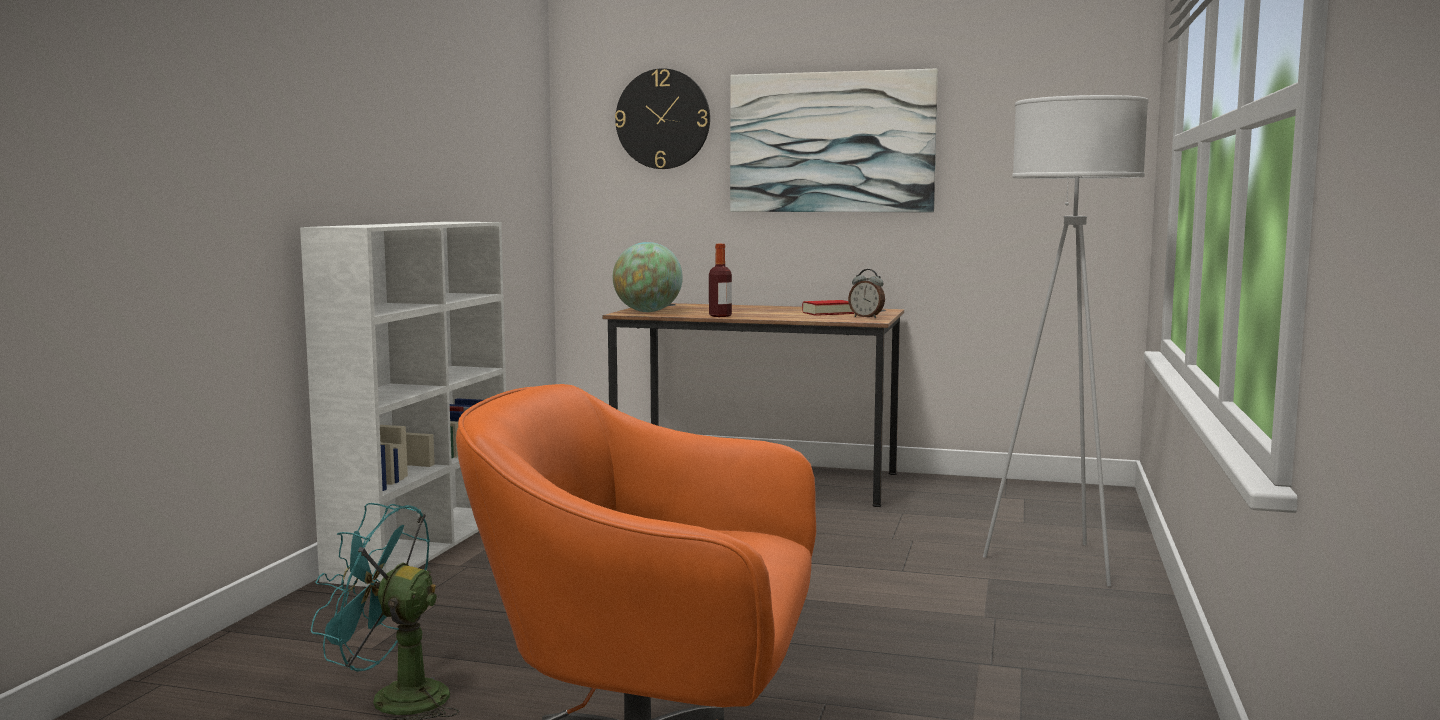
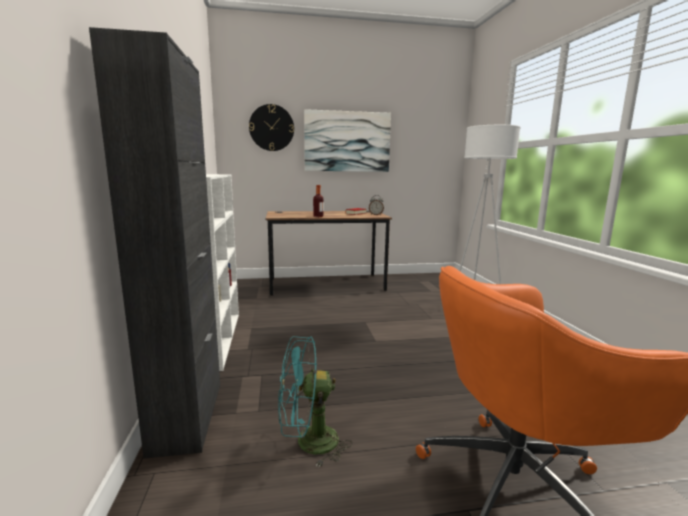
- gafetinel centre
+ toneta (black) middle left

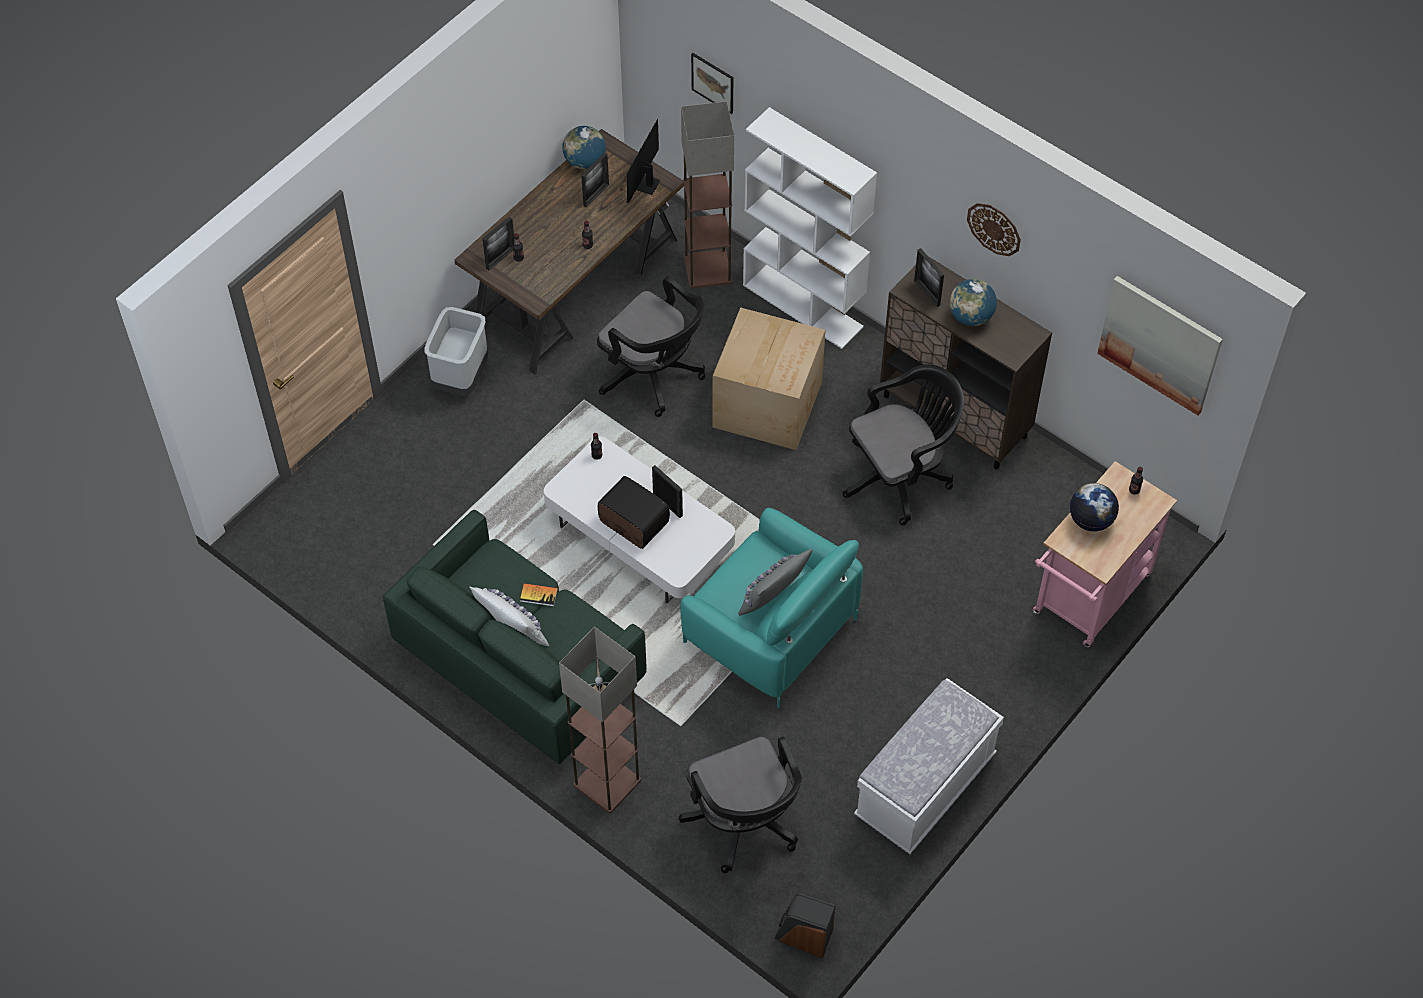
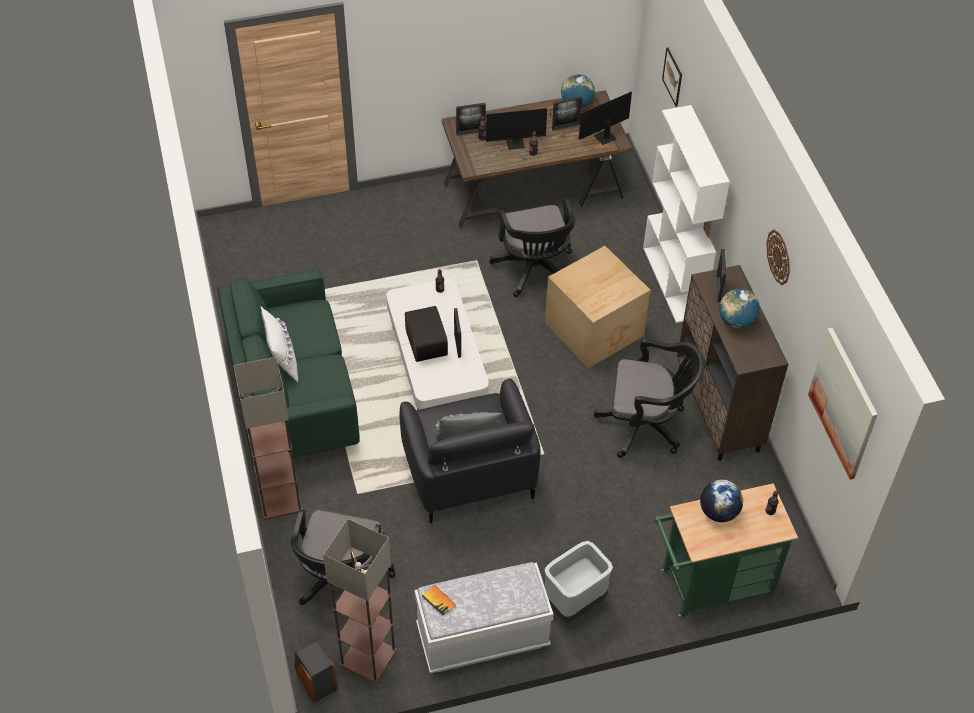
~ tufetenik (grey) middle left to bottom centre
~ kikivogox centre to bottom centre
~ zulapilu (no. 2 from left) top centre to bottom centre
~ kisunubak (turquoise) centre to kisunubak (black) centre
~ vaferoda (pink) middle right to vaferoda (green) bottom right
+ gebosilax (no. 1 from left) top centre

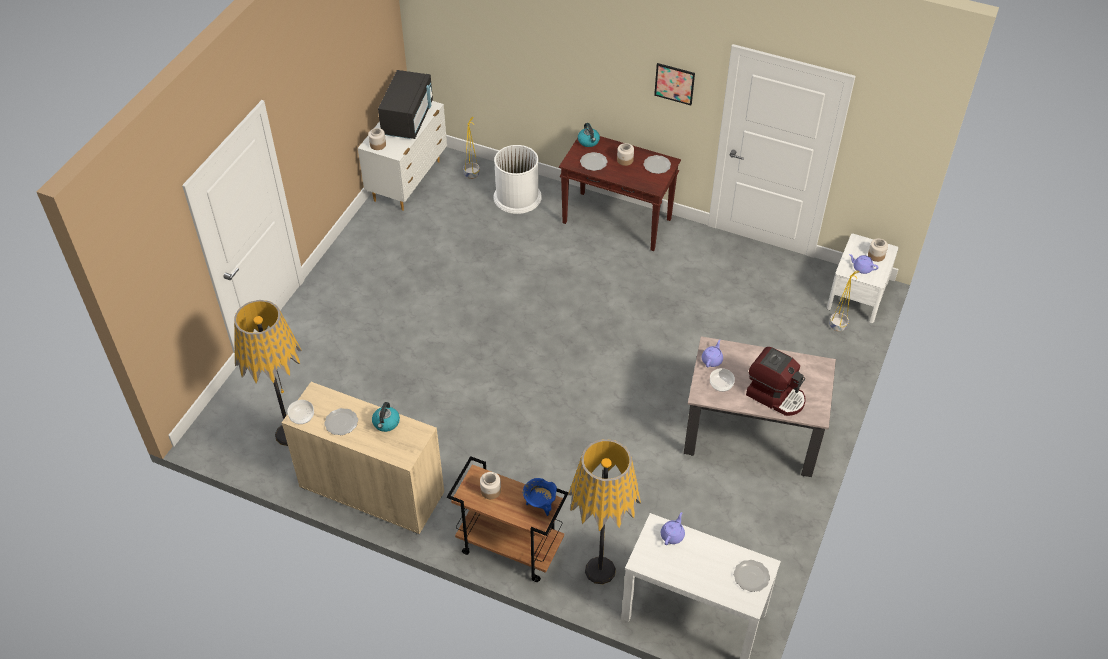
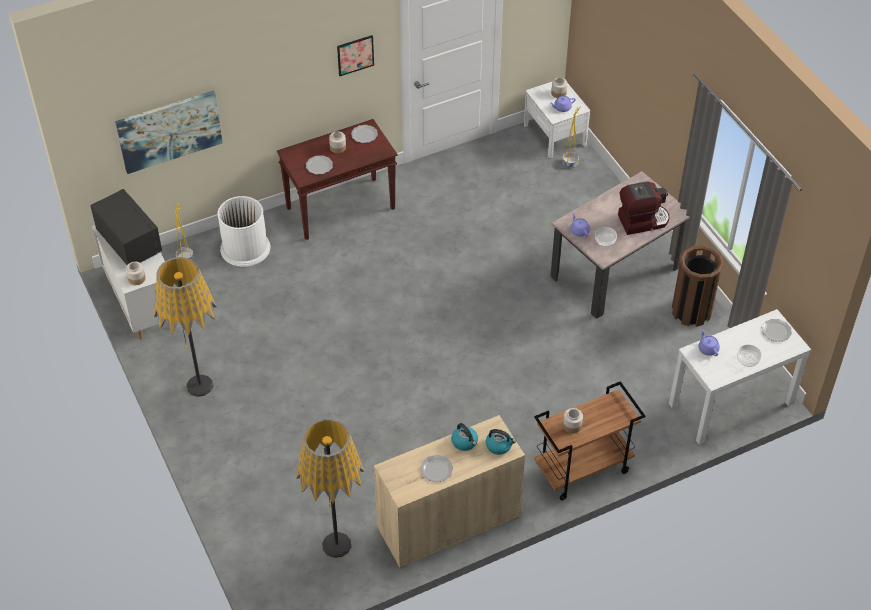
~ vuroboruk (no. 1 from left in the first image) middle left to vuroboruk (no. 2 from left) middle right
- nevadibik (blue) bottom centre
~ zulapilu (no. 2 from left in the first image) bottom centre to zulapilu (no. 1 from left) middle left
~ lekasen (no. 2 from left) top centre to bottom centre
+ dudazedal (no. 1 from left) top left
+ tufetenik (brown) middle right

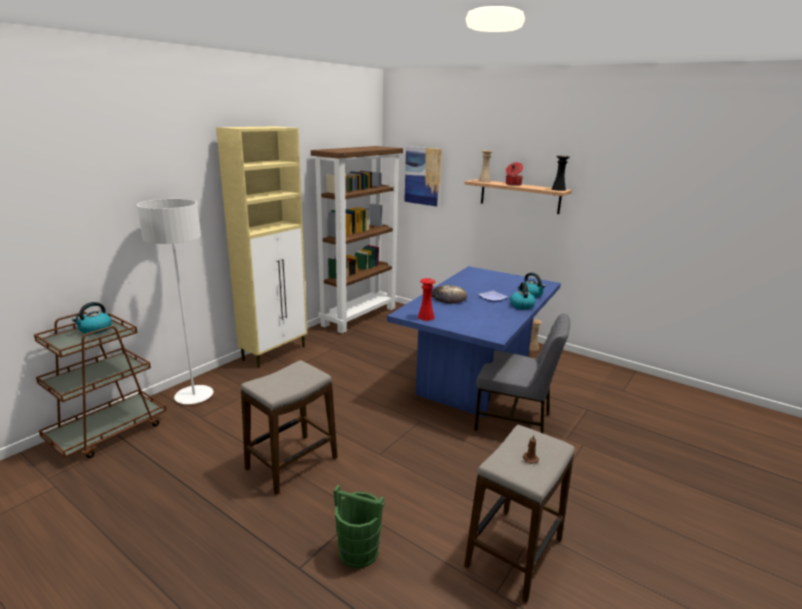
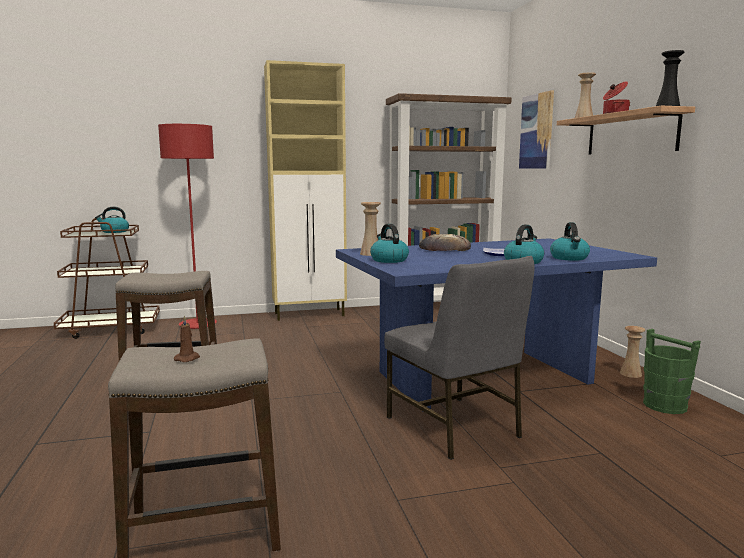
~ zulapilu (white) middle left to zulapilu (red) middle left
~ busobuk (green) bottom centre to middle right
~ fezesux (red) centre to fezesux (beige) (no. 1 from left) centre
+ lekasen (no. 2 from left) centre

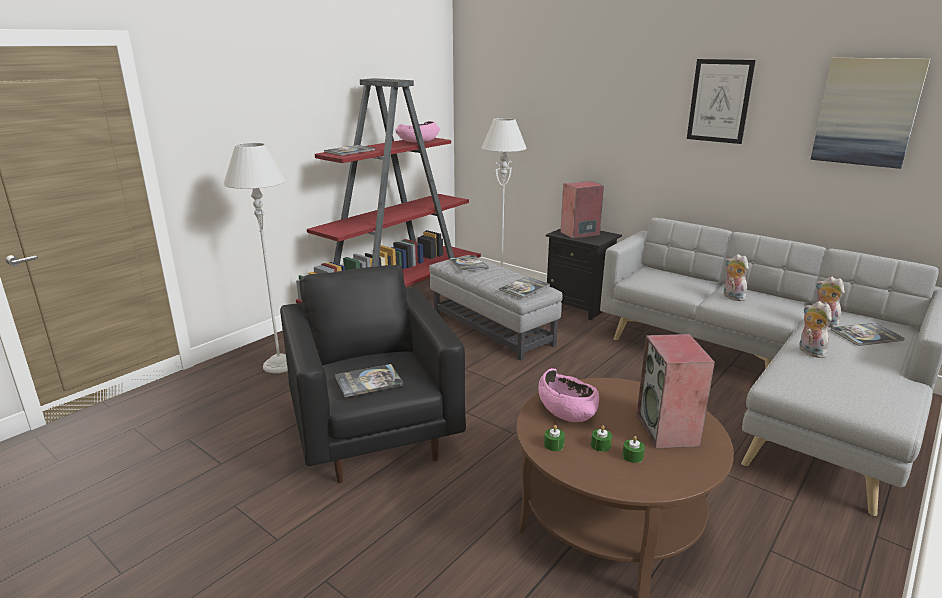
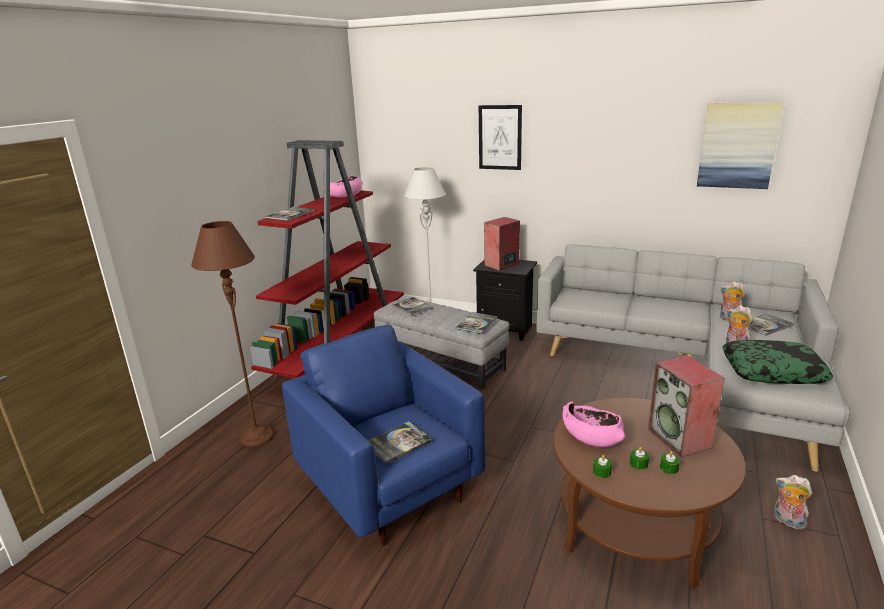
~ zulapilu (grey) (no. 1 from left) middle left to zulapilu (brown) middle left
~ kisunubak (black) centre to kisunubak (blue) bottom centre
~ dudazedal (no. 1 from left) top right to top centre
~ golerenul (no. 1 from left in the first image) middle right to golerenul (no. 3 from left) bottom right
+ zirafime middle right

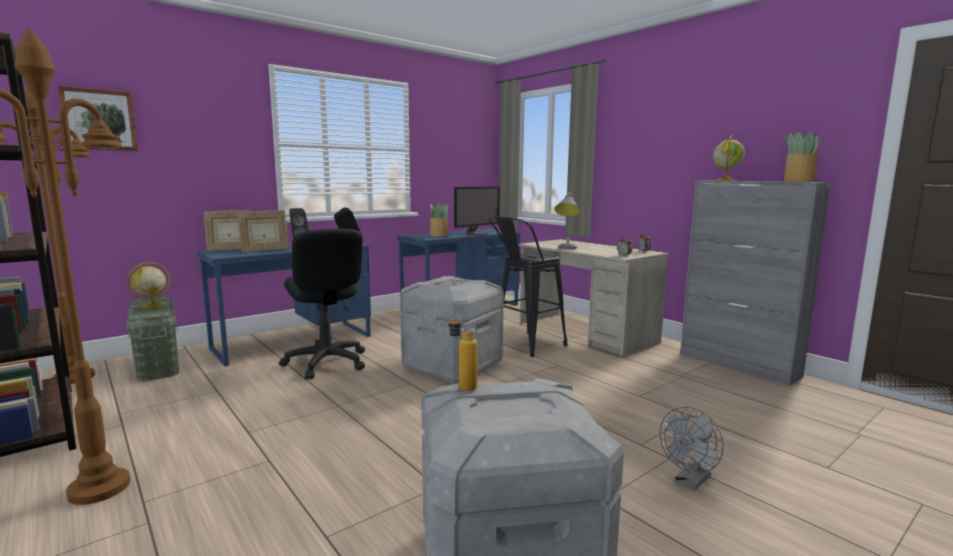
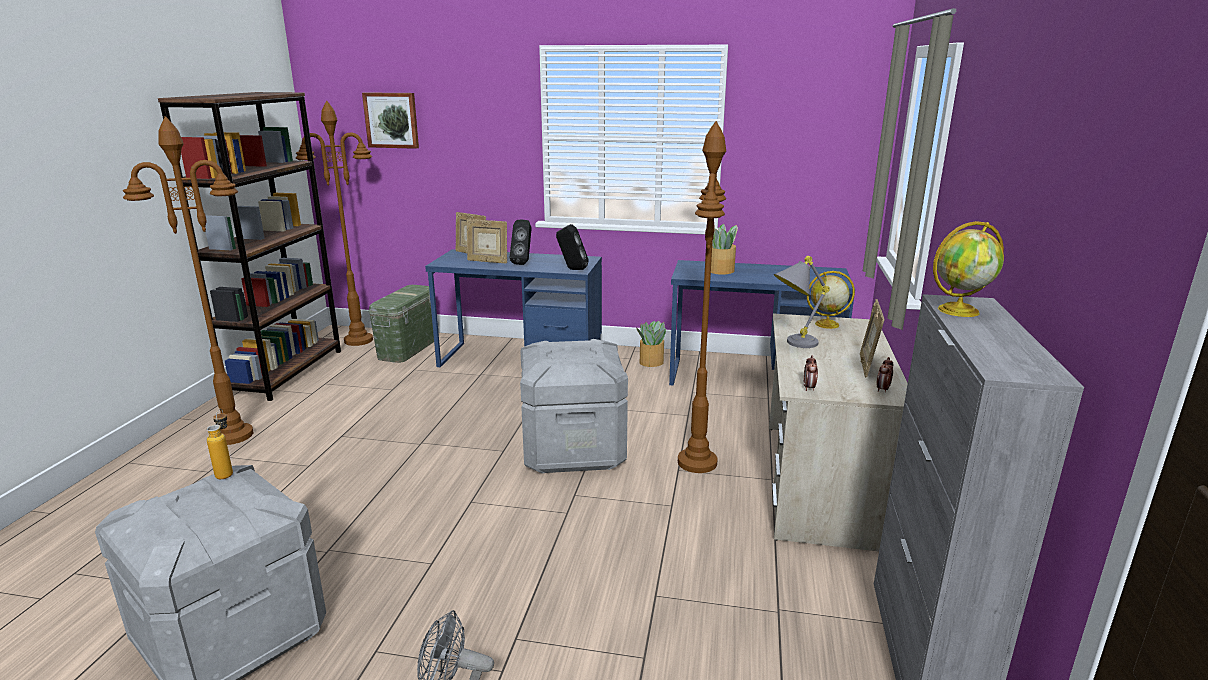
~ gafetinel (no. 1 from left) middle left to middle right
- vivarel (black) centre
- gebosilax centre
~ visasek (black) centre to zulapilu (brown) (no. 3 from left) centre
~ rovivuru (no. 2 from left in the first image) top right to rovivuru (no. 1 from left) centre
+ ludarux (no. 3 from left) middle right

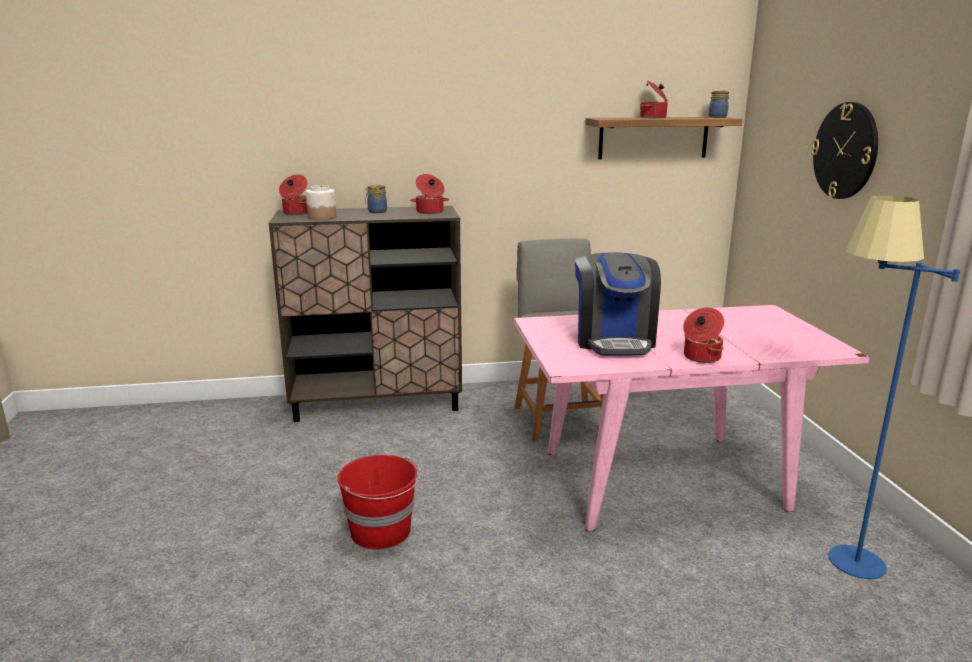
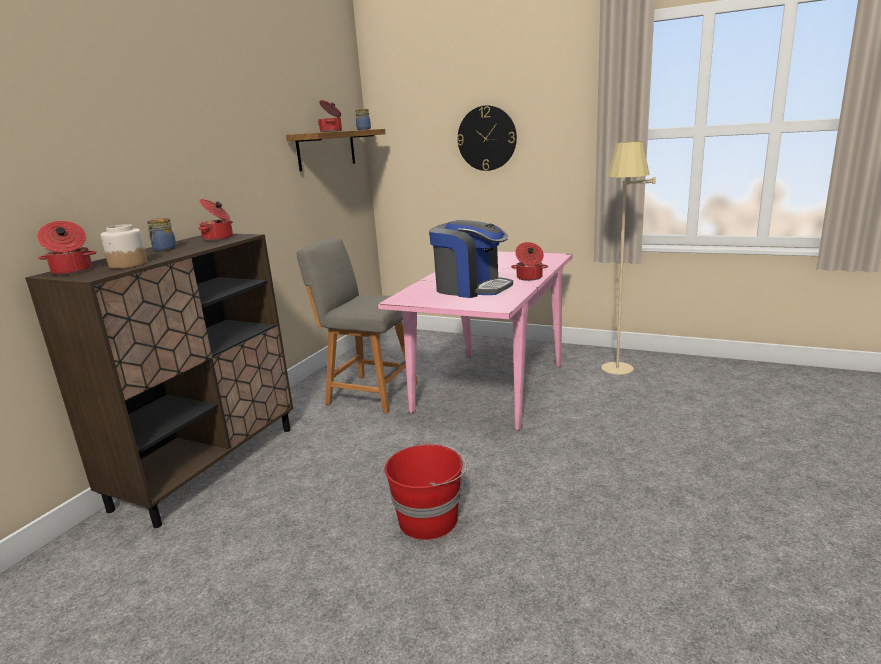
~ zulapilu (blue) middle right to zulapilu (beige) middle right

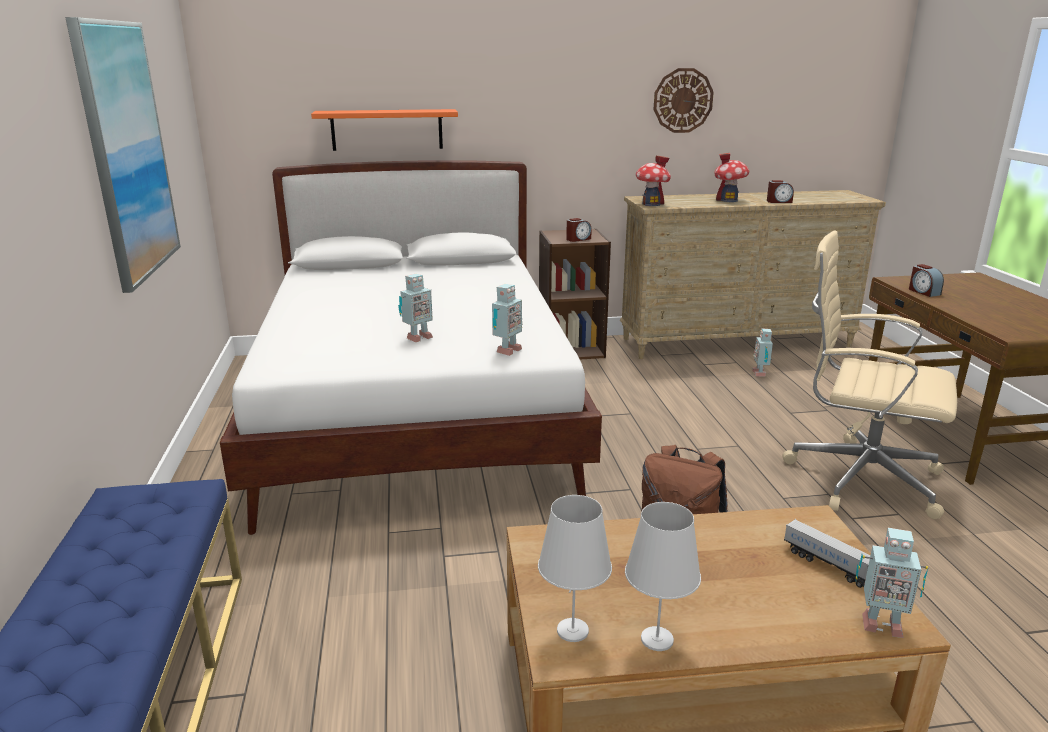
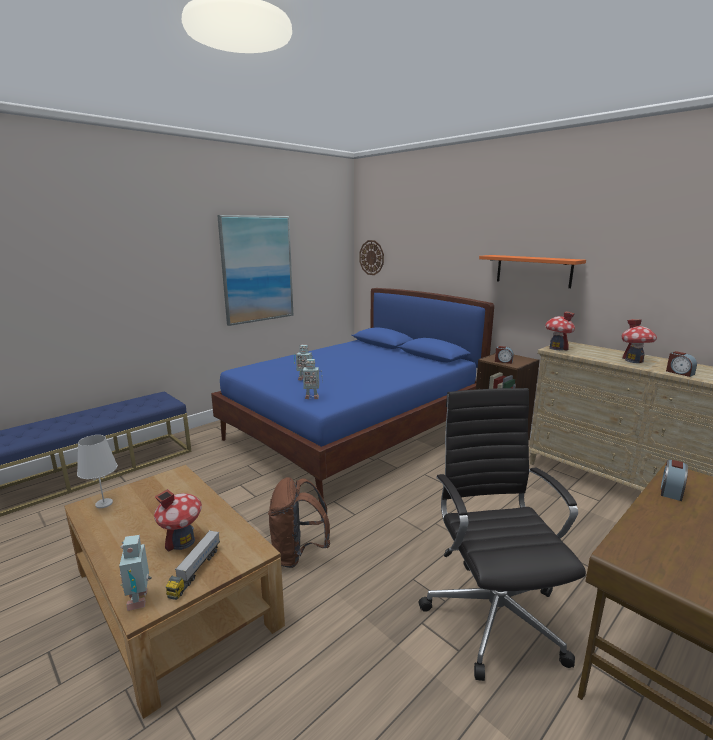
~ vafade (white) centre to vafade (blue) centre
~ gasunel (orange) top centre to middle right
- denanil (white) (no. 2 from left) bottom centre
~ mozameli top centre to centre
- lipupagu (no. 3 from left) middle right
~ vivarel (beige) middle right to vivarel (black) bottom right
+ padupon (no. 1 from left) bottom left

